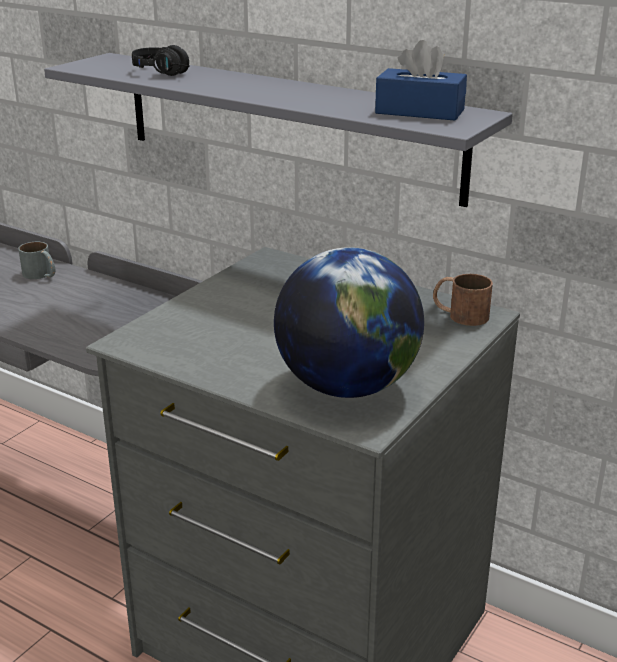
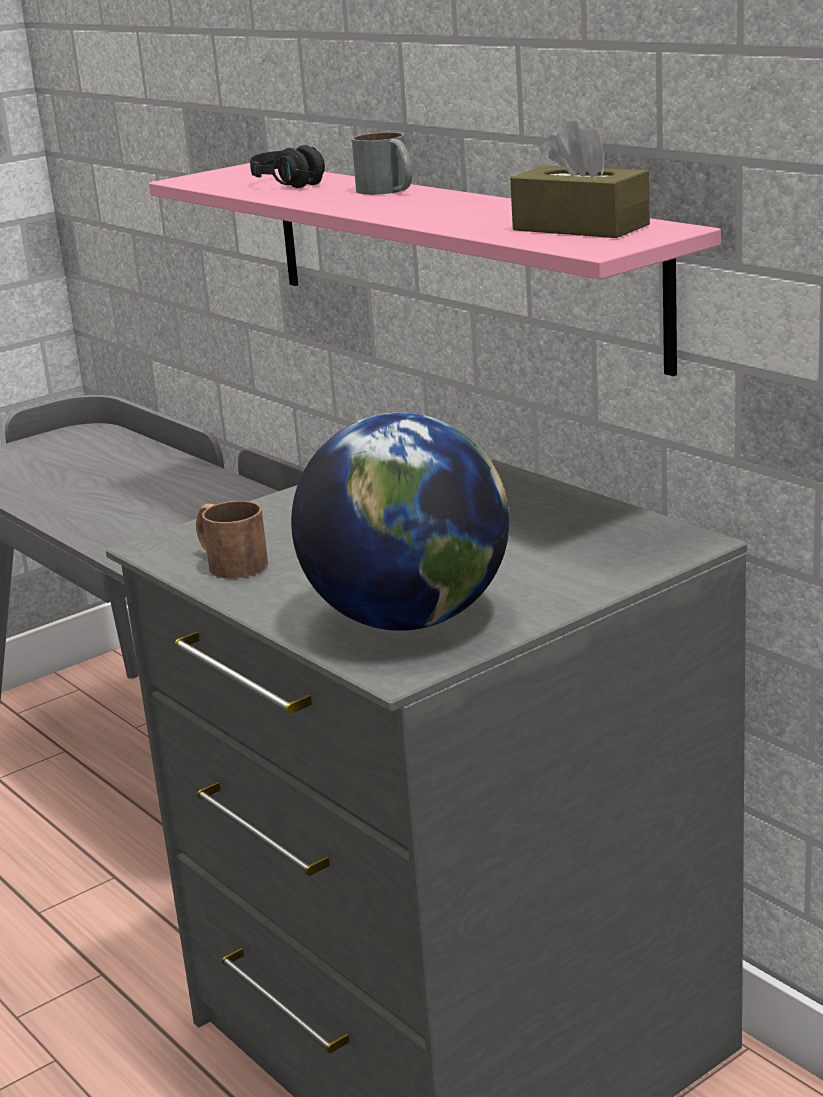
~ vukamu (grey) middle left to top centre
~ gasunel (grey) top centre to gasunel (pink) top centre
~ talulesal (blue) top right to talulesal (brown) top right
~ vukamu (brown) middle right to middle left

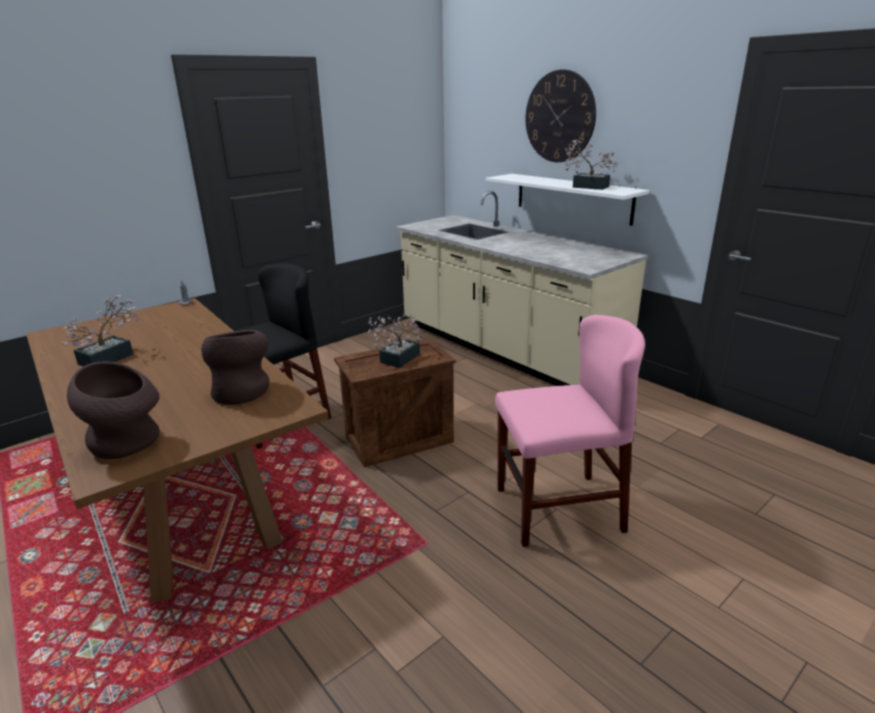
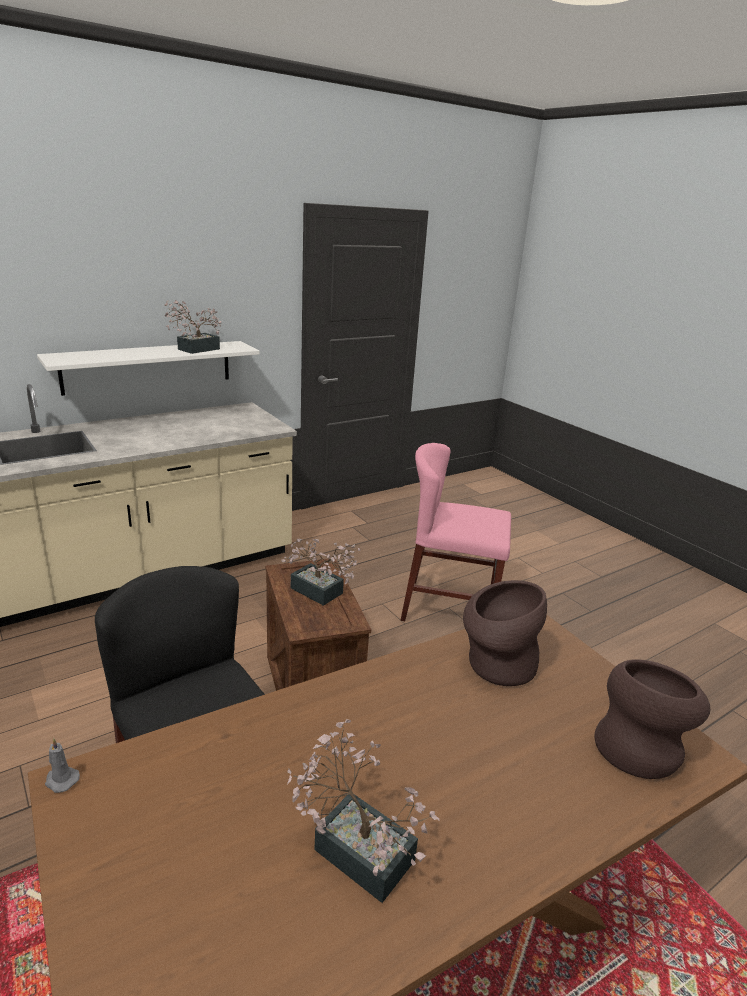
~ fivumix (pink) centre = centre 75 degrees counterclockwise
- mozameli top centre

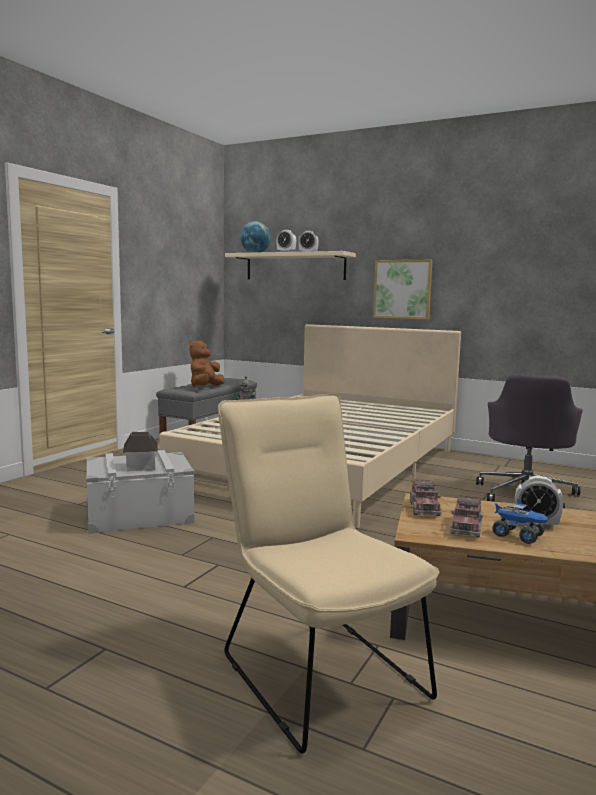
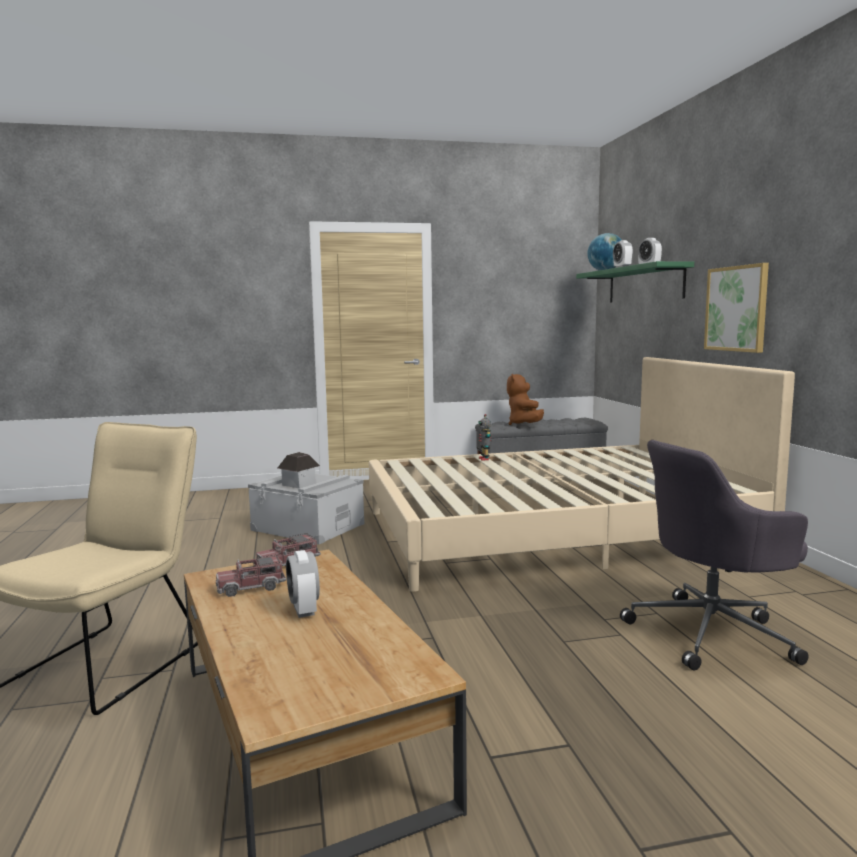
~ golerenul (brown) centre = centre 75 degrees counterclockwise
~ gasunel (beige) centre to gasunel (green) top right
- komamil (no. 3 from left) middle right

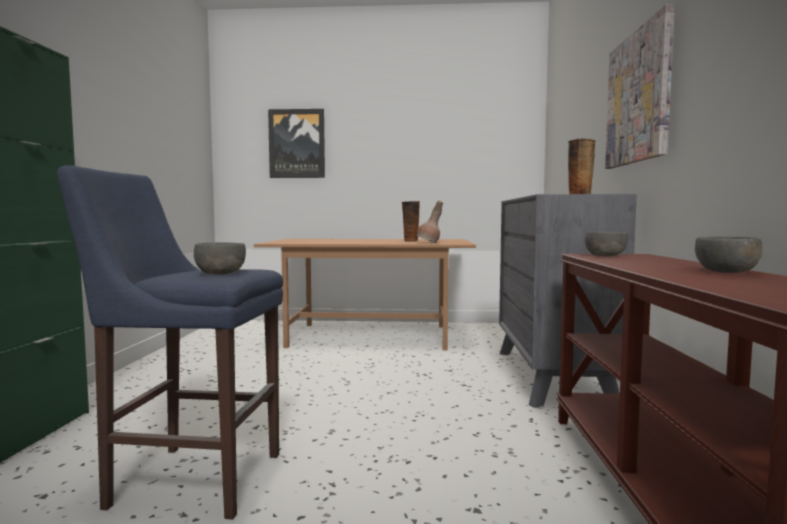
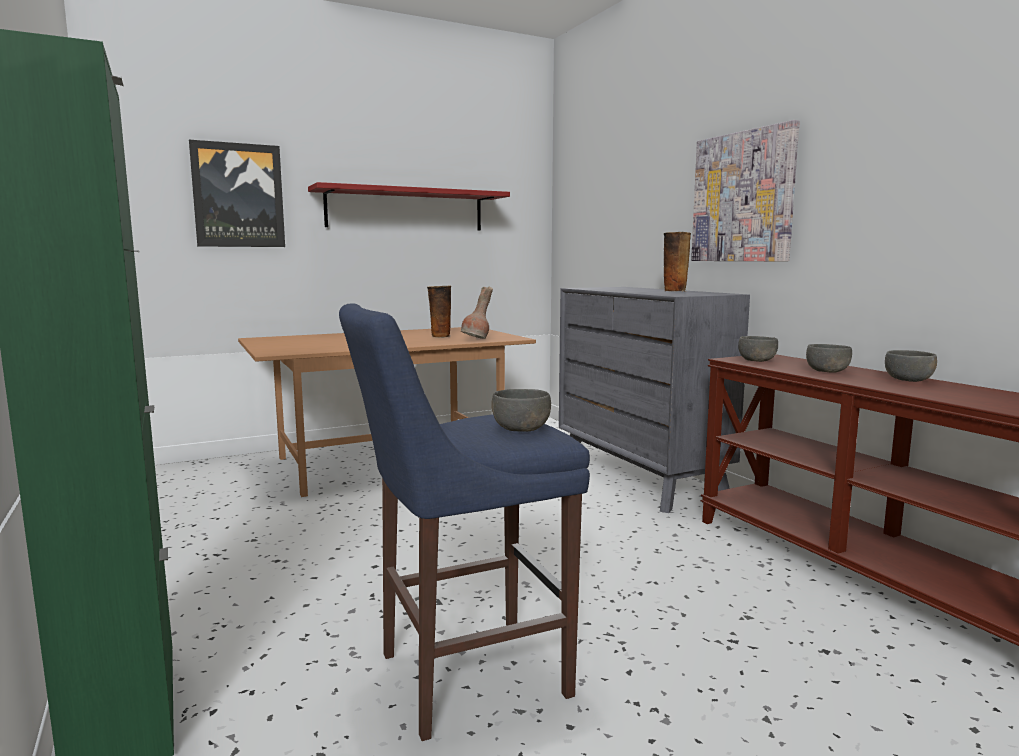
+ gasunel (red) top centre
+ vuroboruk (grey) (no. 3 from left) middle right

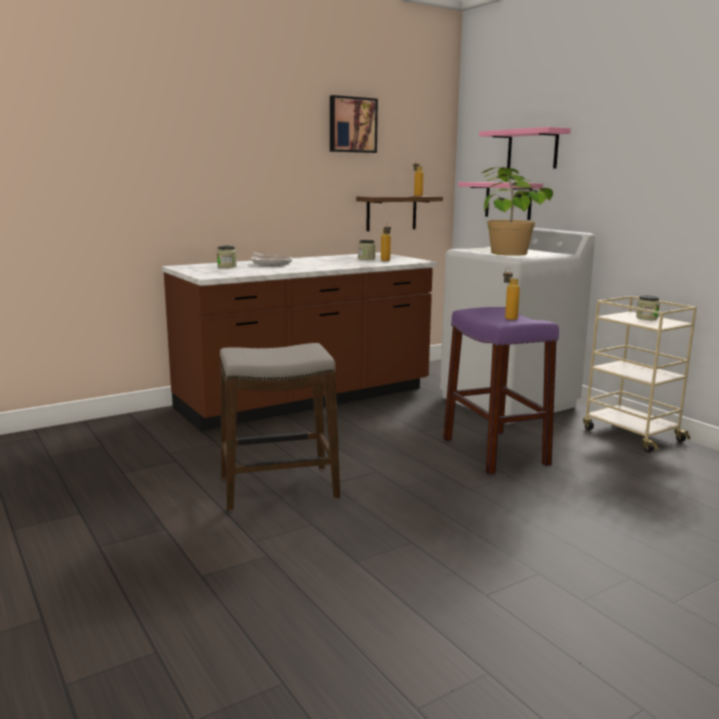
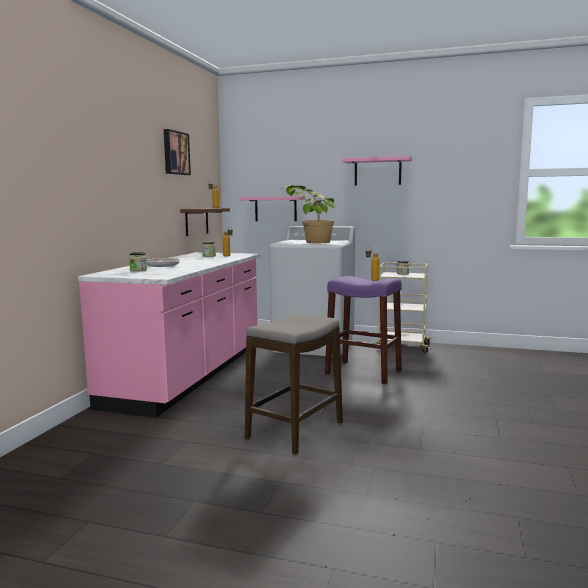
~ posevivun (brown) centre to posevivun (pink) middle left
~ gasunel (pink) (no. 2 from left) top right to top centre

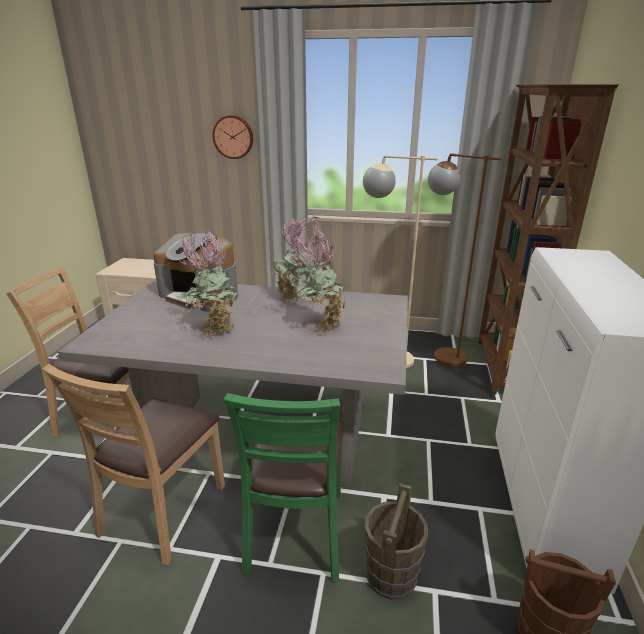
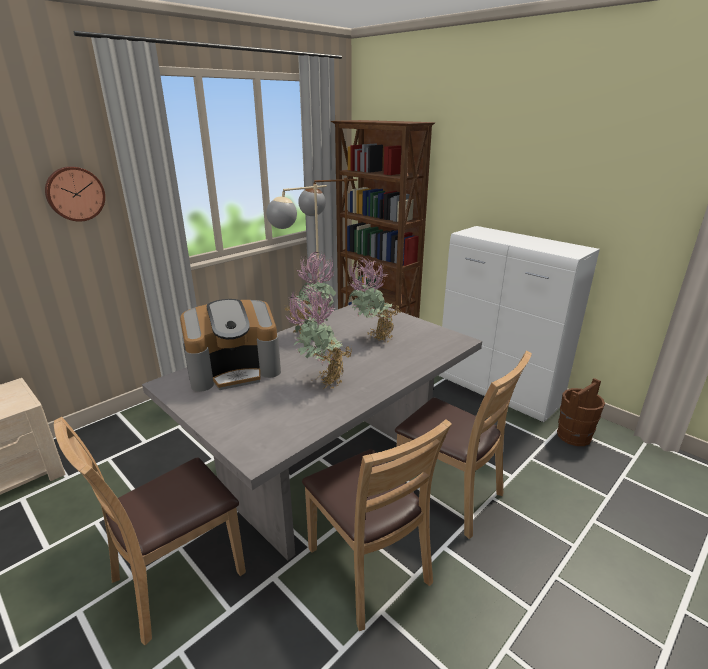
~ fivumix (green) bottom centre to fivumix (brown) (no. 3 from left) centre
- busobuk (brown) (no. 1 from left) bottom centre

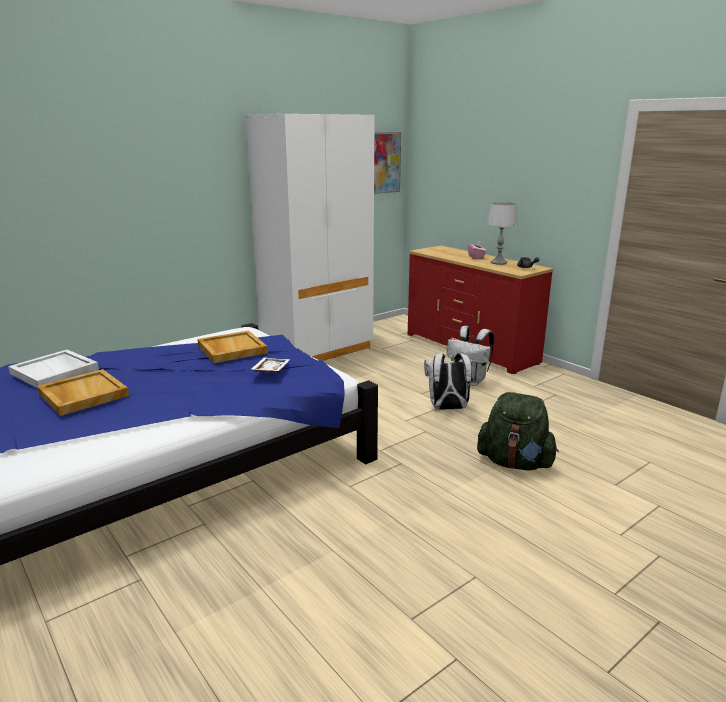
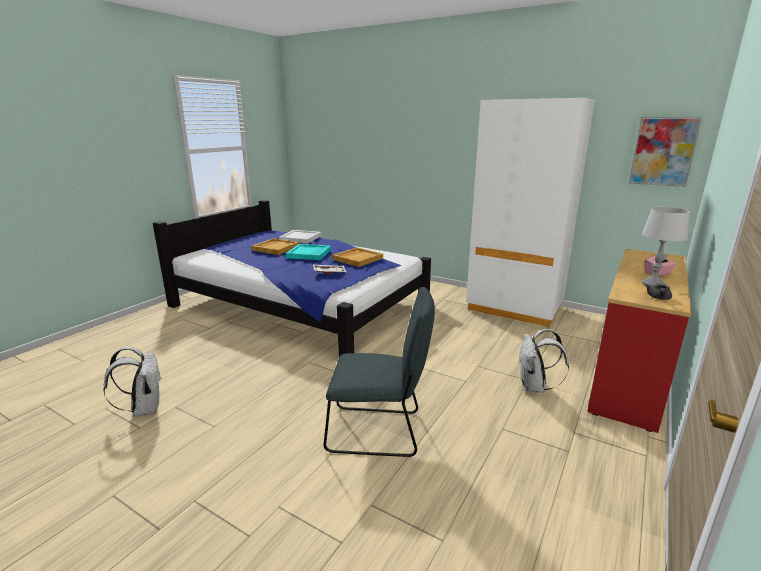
~ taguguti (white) (no. 1 from left) centre to bottom left
~ taguguti (green) middle right to fivumix (grey) centre
+ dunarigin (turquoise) centre

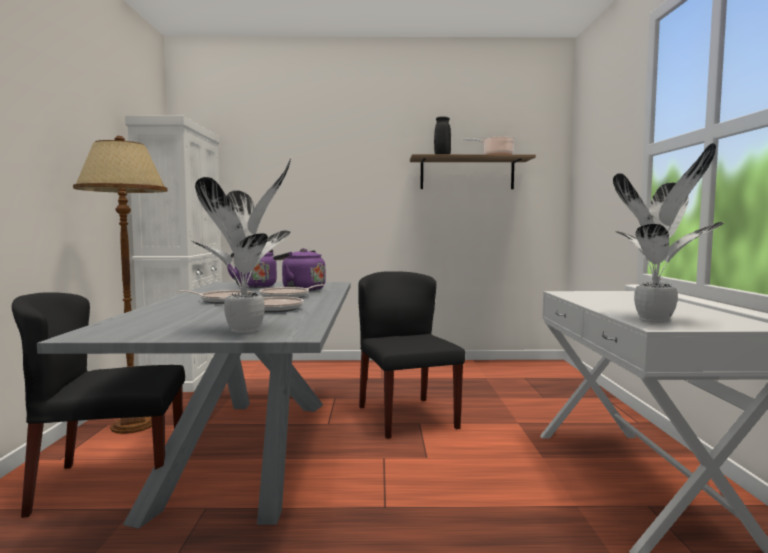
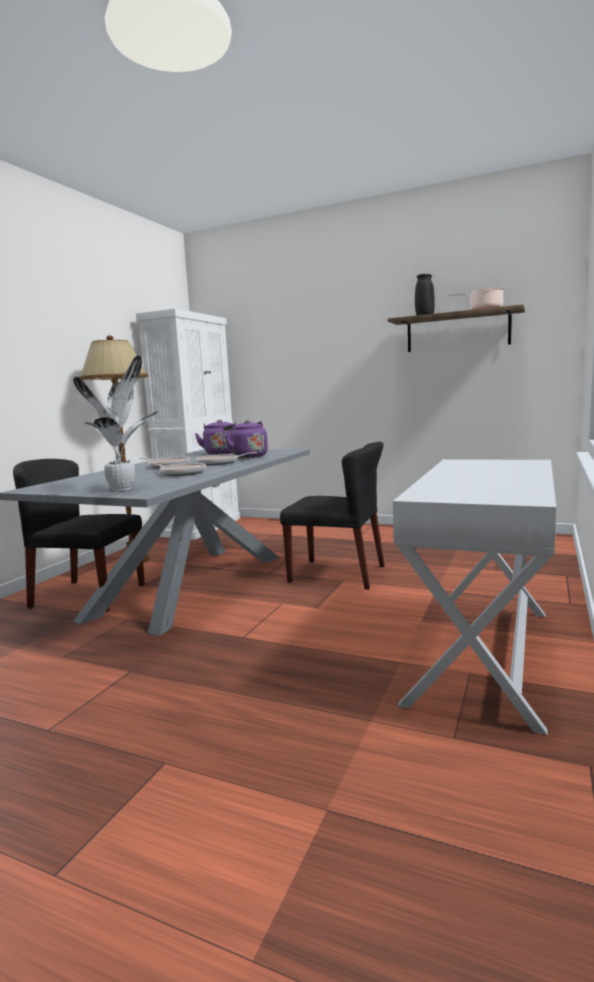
~ fivumix (black) (no. 2 from left) centre = centre 105 degrees clockwise
- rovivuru (no. 2 from left) middle right

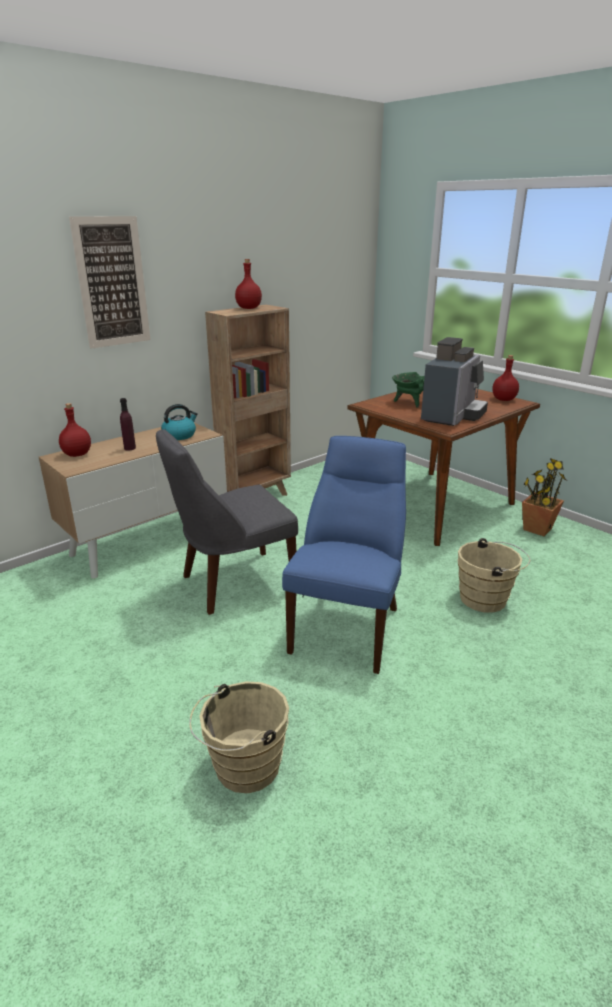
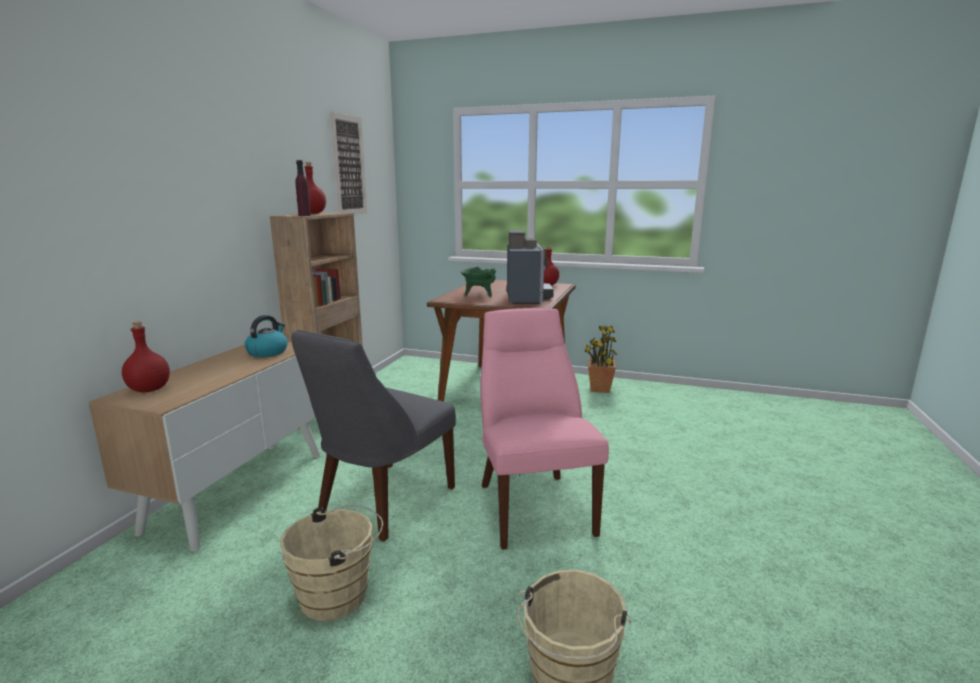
~ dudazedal top left to top centre
~ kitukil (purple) middle left to top left
~ fivumix (blue) centre to fivumix (pink) centre
~ busobuk (beige) (no. 2 from left in the first image) middle right to busobuk (beige) (no. 1 from left) bottom centre

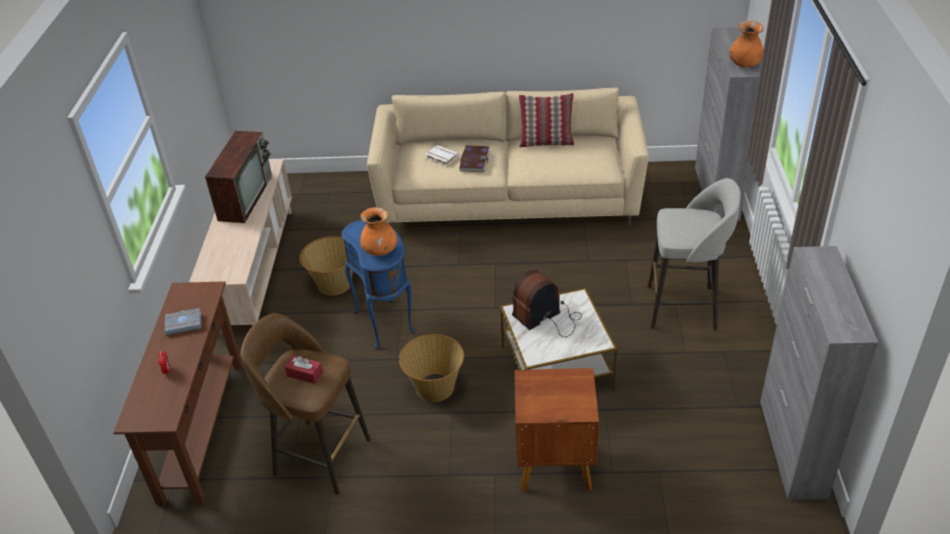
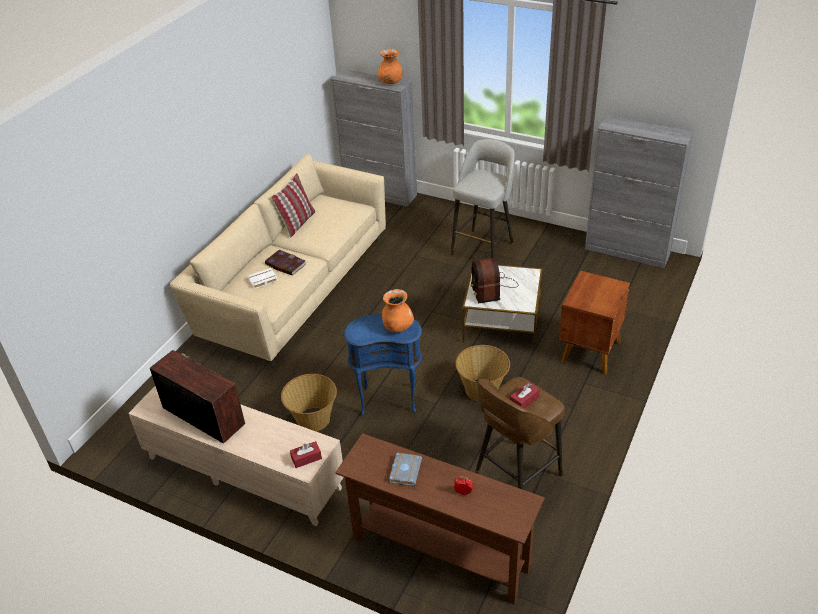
+ talulesal (red) (no. 1 from left) bottom centre

